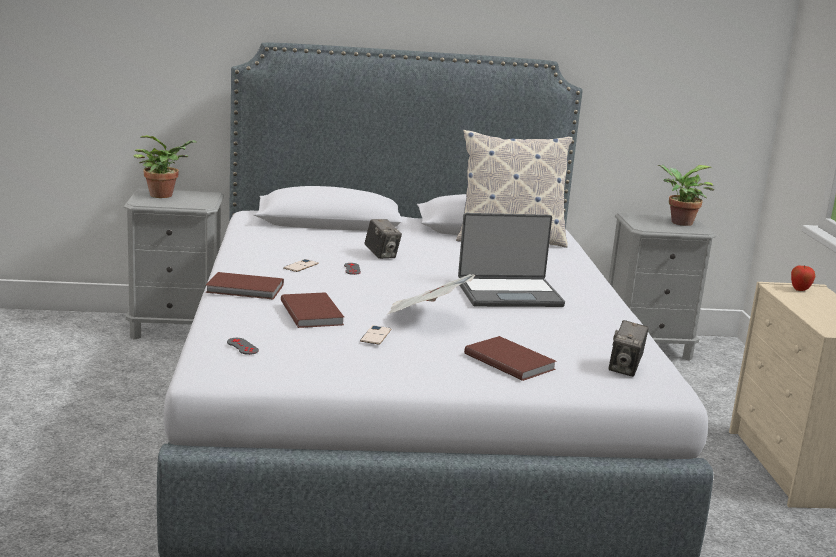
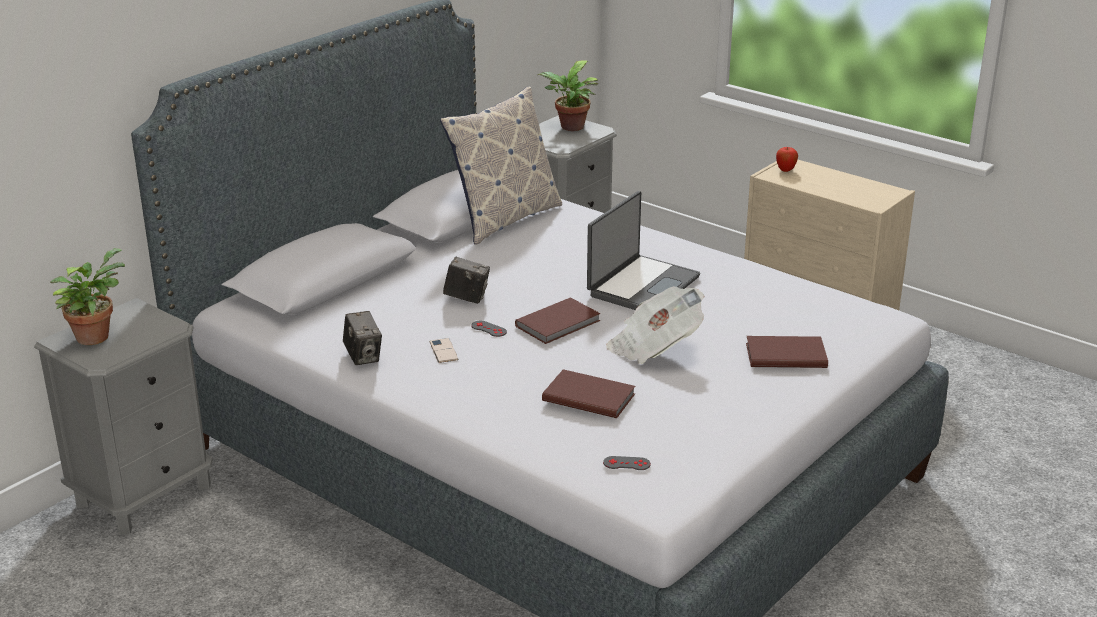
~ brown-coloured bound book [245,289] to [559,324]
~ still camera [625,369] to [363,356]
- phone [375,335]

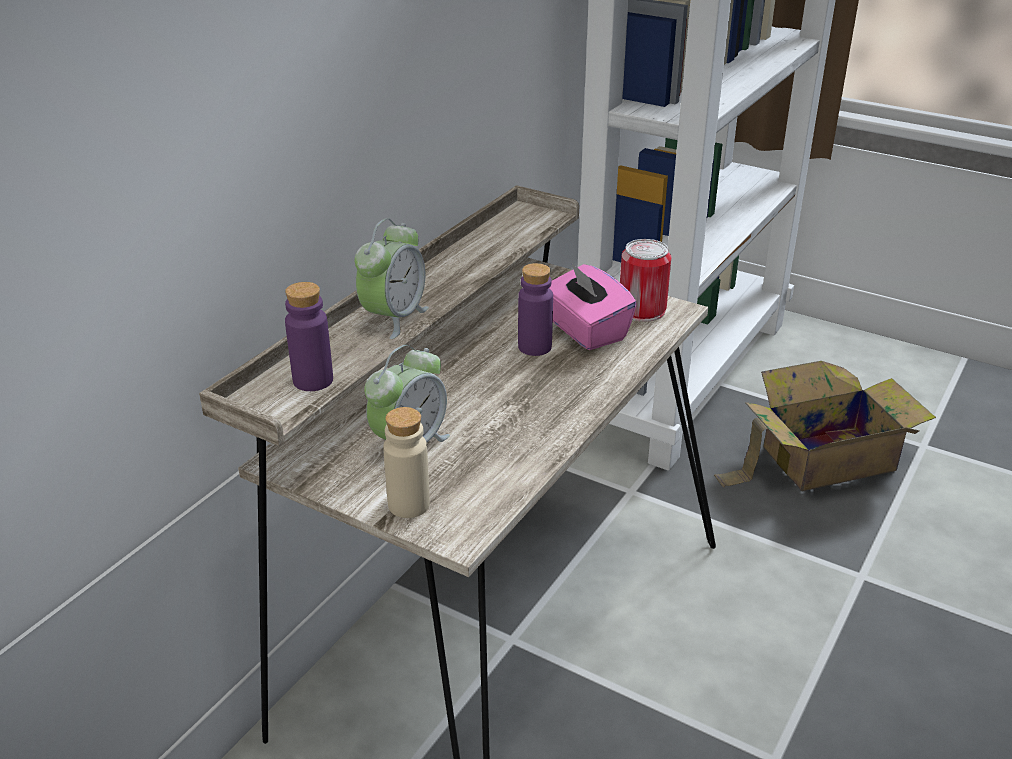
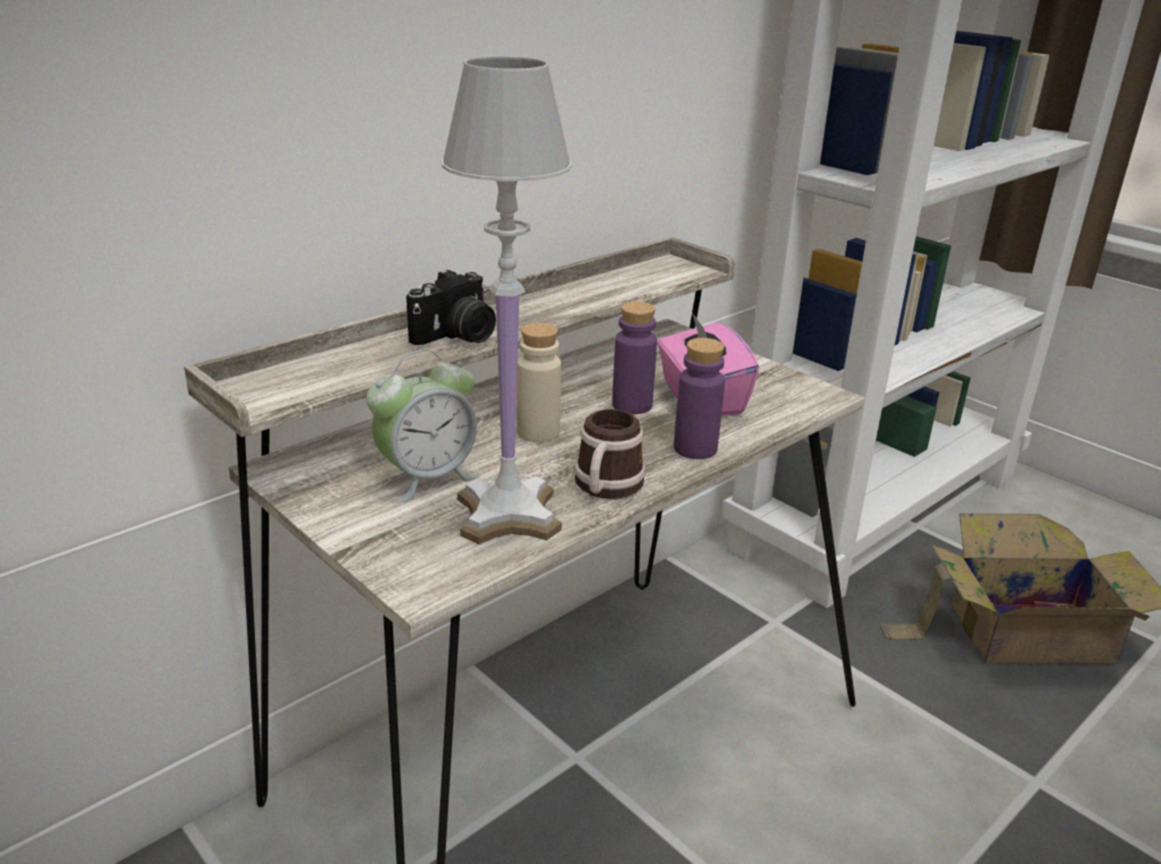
~ bedside clock [394,318] to still camera [457,336]
- can [642,310]
~ purple-coloured beverage bottle [313,380] to [695,448]
~ sand-coloured beverage bottle [408,504] to [538,432]
+ whitish table lamp [508,513]
+ coffee mug [605,488]

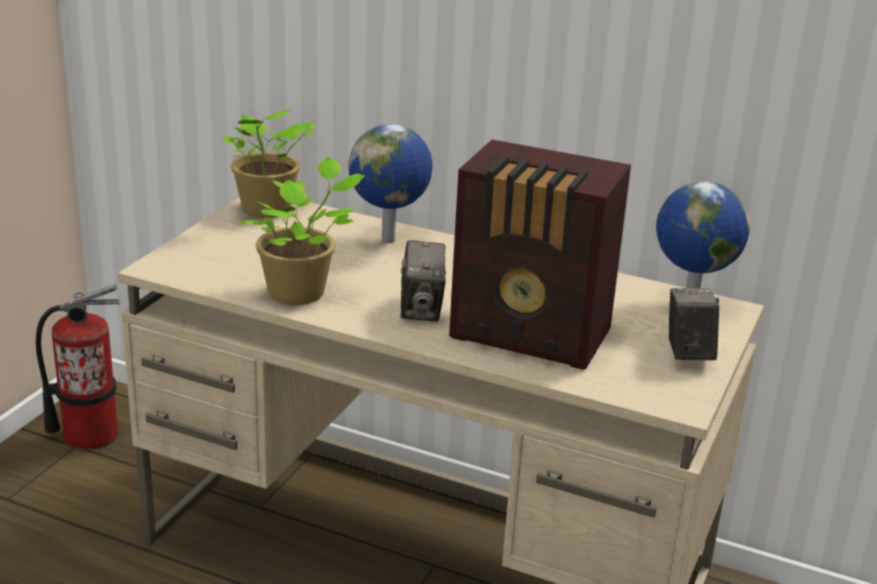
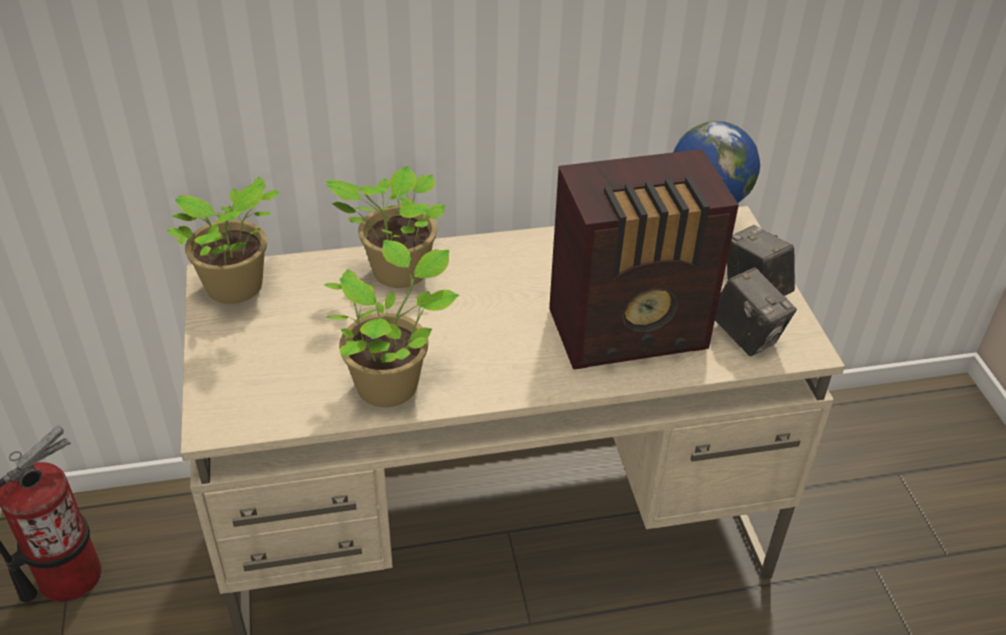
~ world globe [390,240] to potted plant [395,273]
~ still camera [421,310] to [746,336]

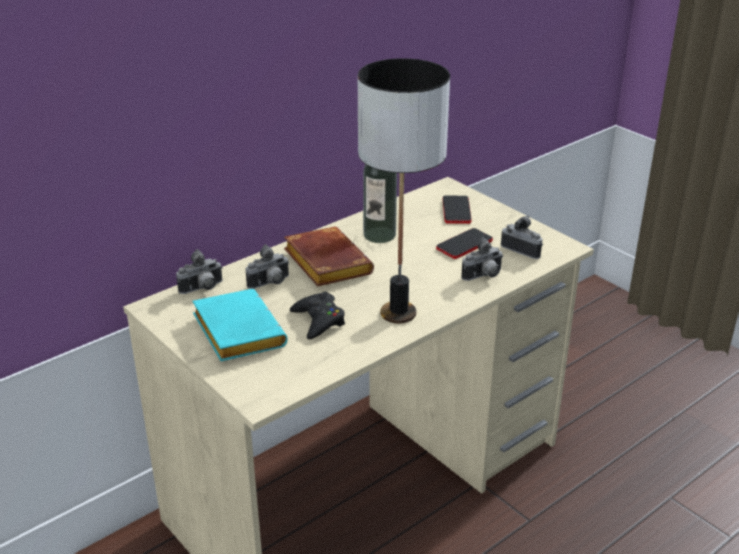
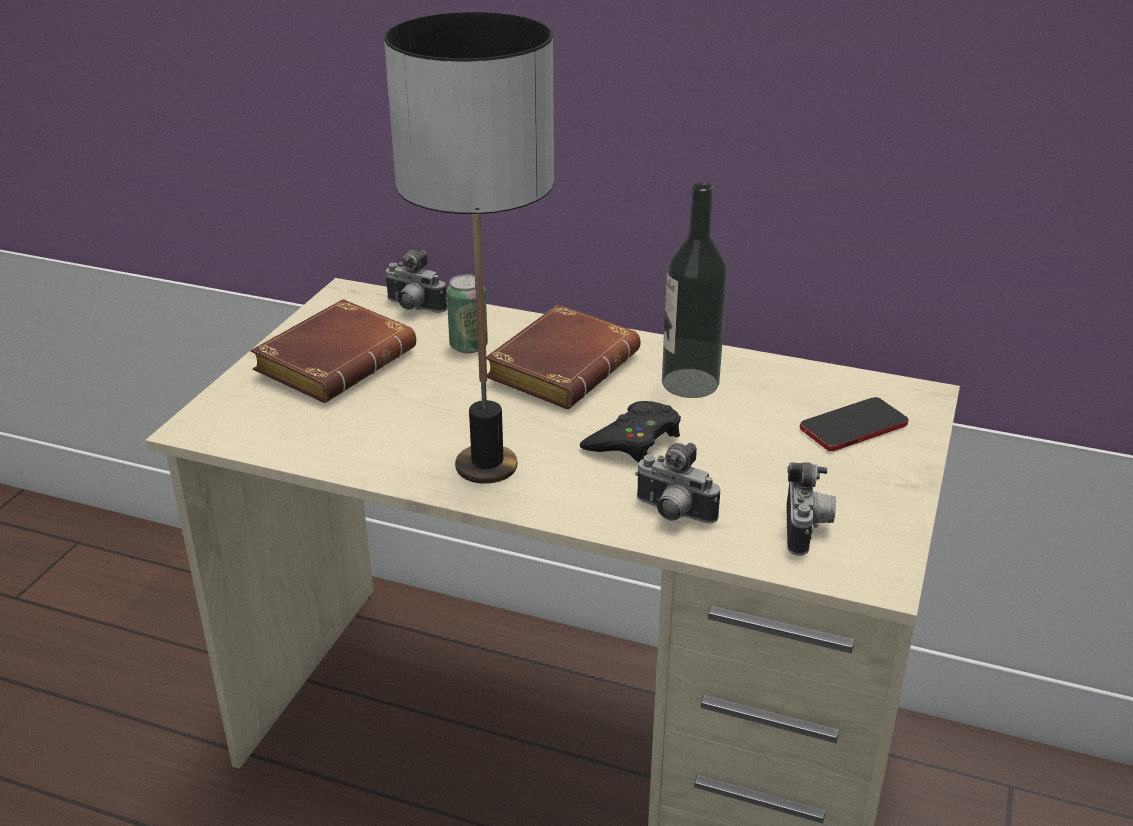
- phone [464,245]
~ still camera [270,284] to can [468,346]
~ turquoise-coloured bound book [235,331] to brown-coloured bound book [336,360]
~ black joypad [318,320] to [634,440]

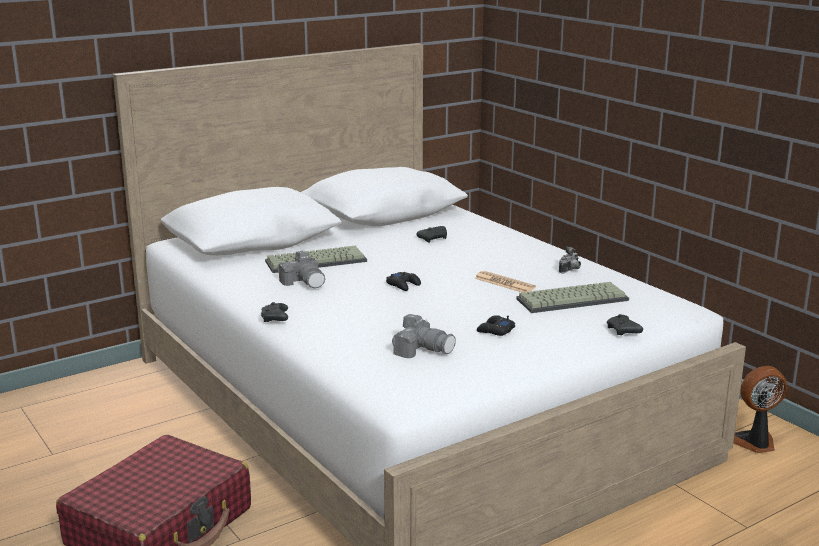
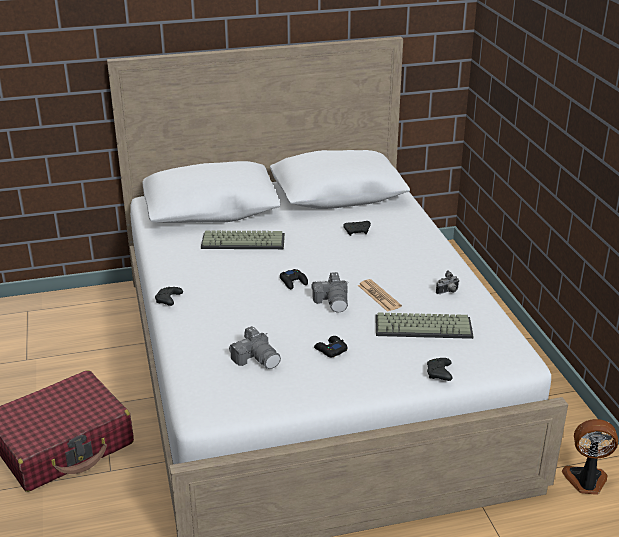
~ still camera [304,282] to [333,301]

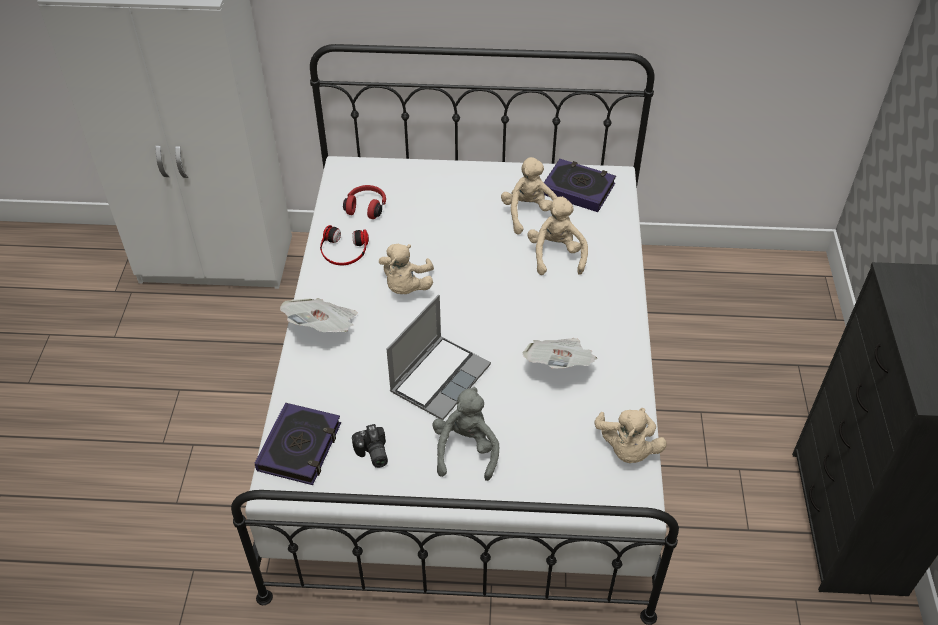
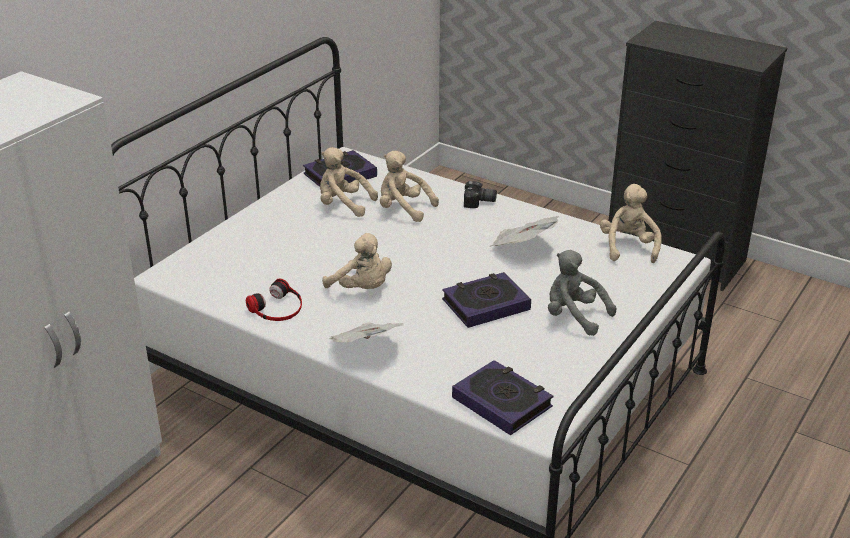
- red pair of headphones [366,207]
~ notebook computer [440,377] to bound book [485,305]
~ sand-coloured soft toy [627,449] = [628,247] 120 degrees counterclockwise
~ still camera [372,454] to [479,202]

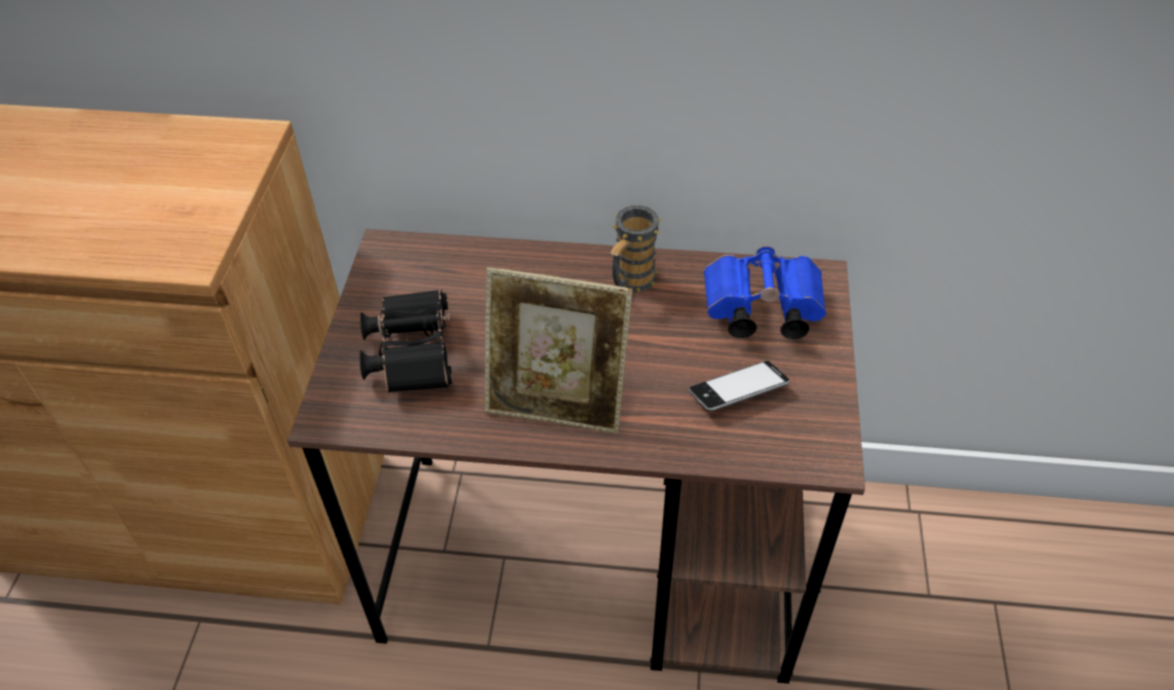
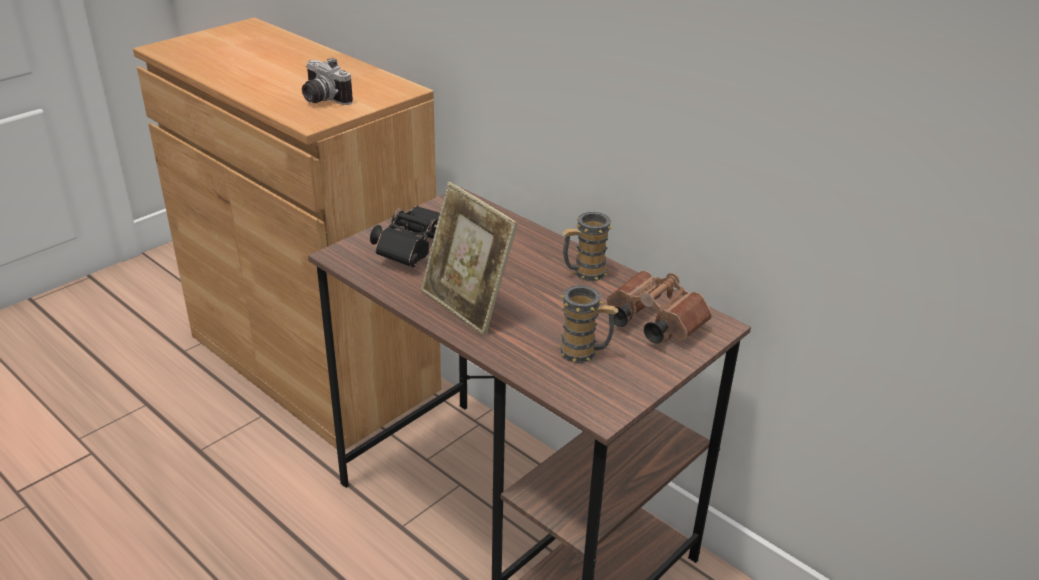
~ bluish pair of binoculars [758,311] to brown-coloured pair of binoculars [651,322]
~ phone [738,391] to coffee mug [584,353]
+ still camera [321,99]

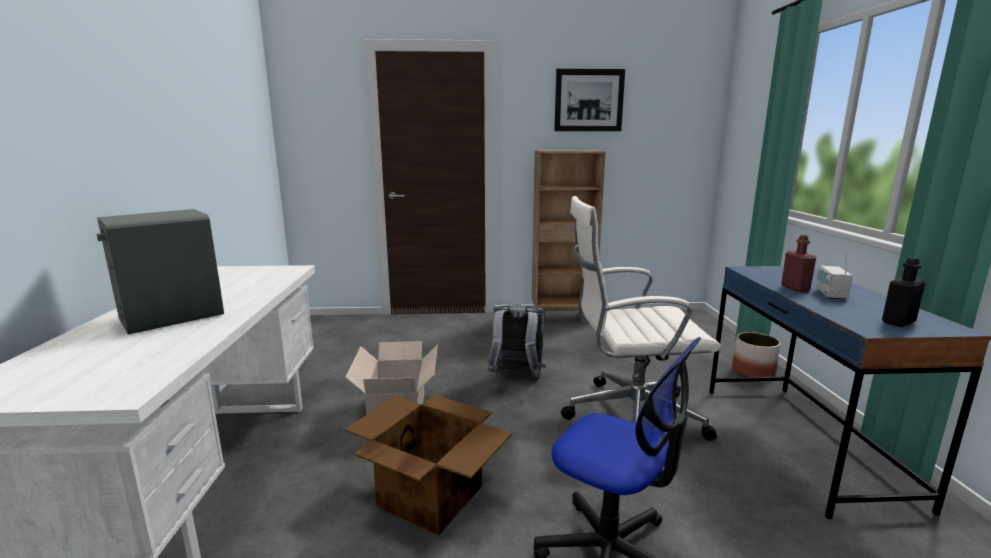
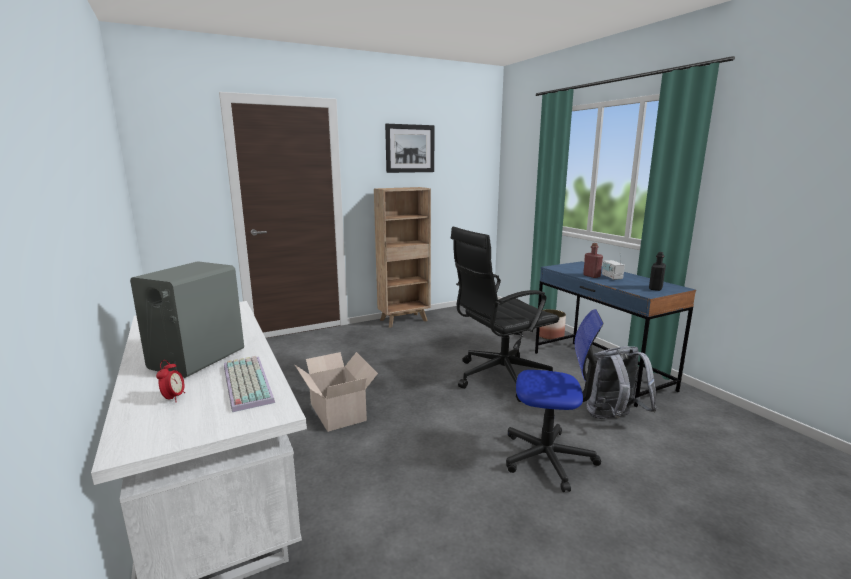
~ whitish office chair [629,416] to black office chair [499,377]
~ gray backpack [516,381] to [613,418]
- carton [429,495]
+ PC keyboard [245,383]
+ bedside clock [174,398]

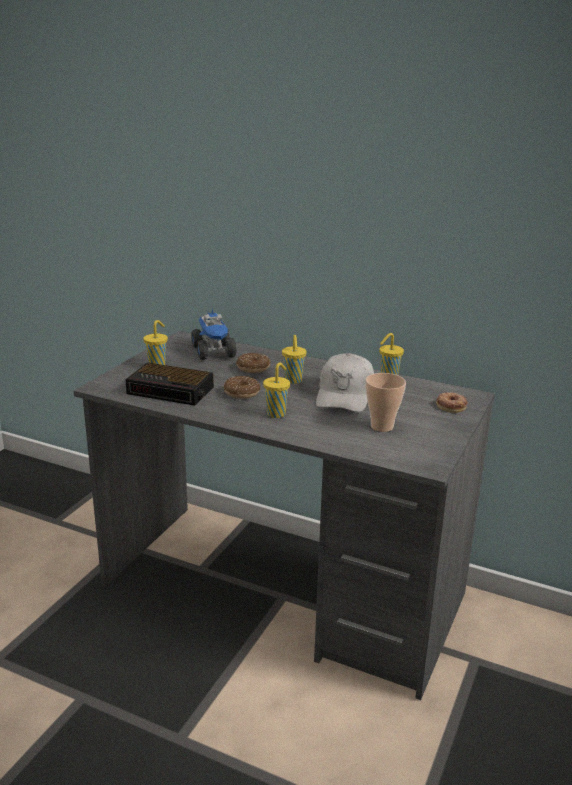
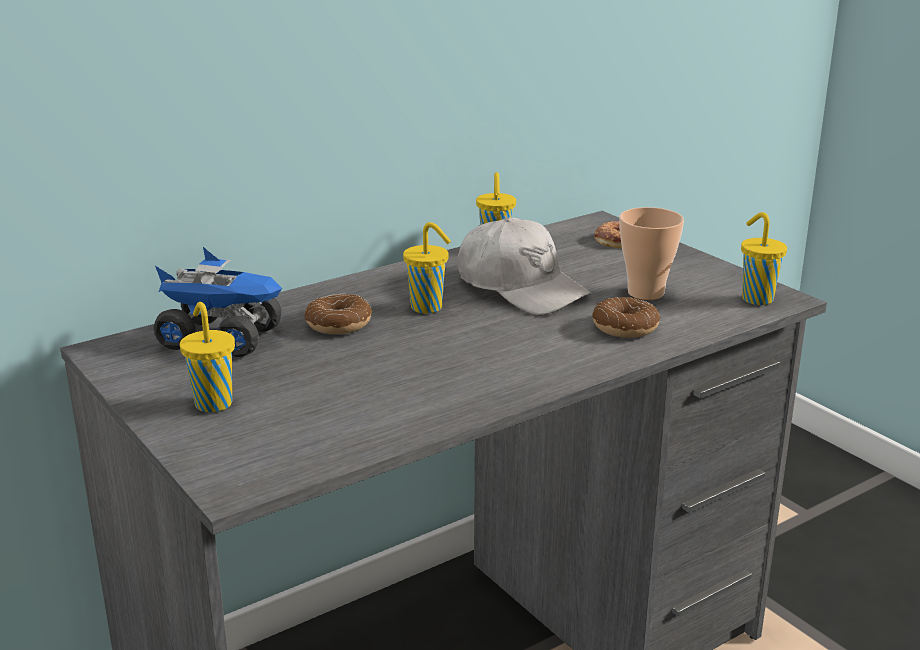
- bedside clock [172,390]
~ yellow drinking cup [277,413] to [756,298]
~ donut [241,393] to [625,327]

